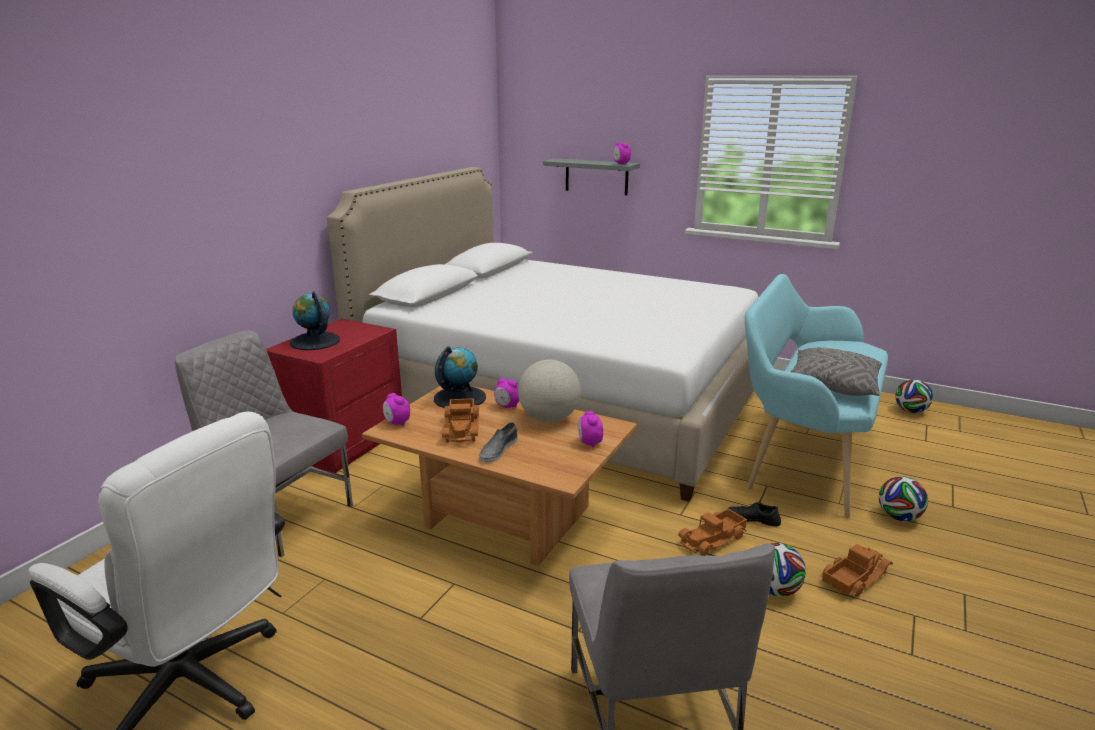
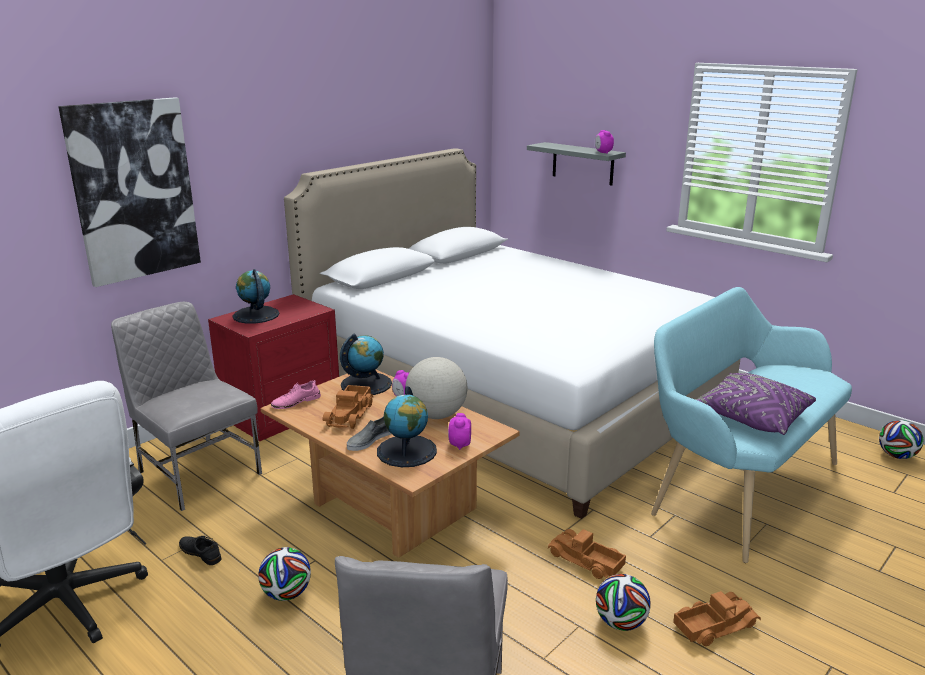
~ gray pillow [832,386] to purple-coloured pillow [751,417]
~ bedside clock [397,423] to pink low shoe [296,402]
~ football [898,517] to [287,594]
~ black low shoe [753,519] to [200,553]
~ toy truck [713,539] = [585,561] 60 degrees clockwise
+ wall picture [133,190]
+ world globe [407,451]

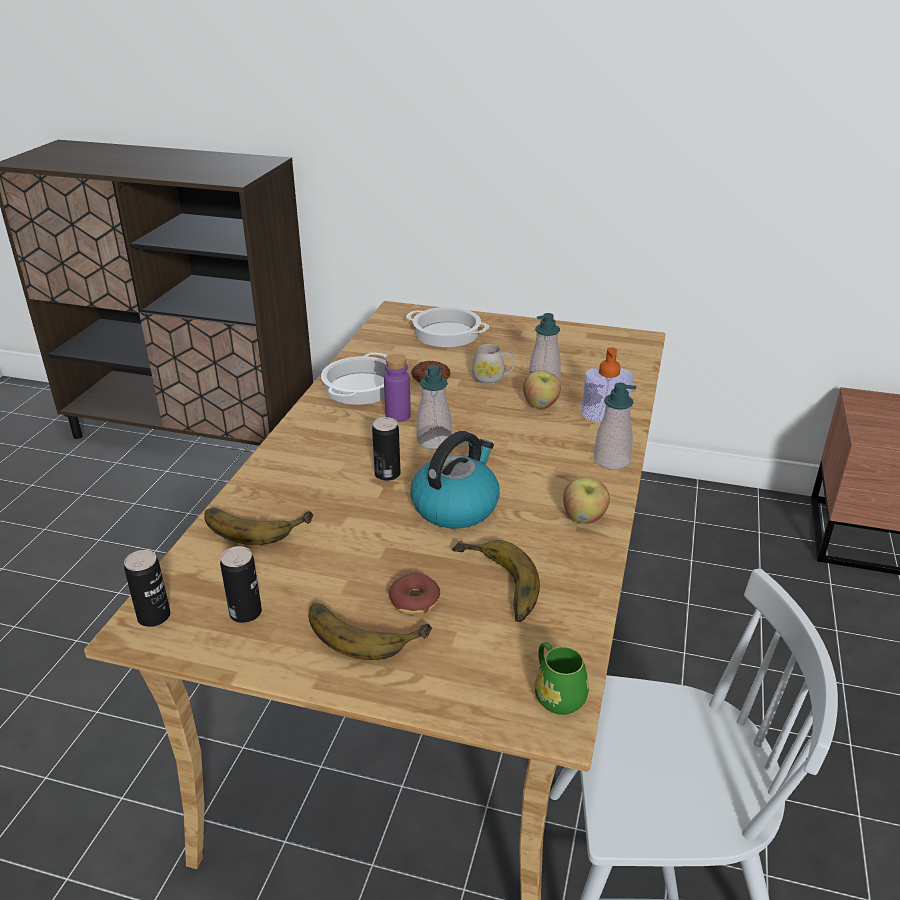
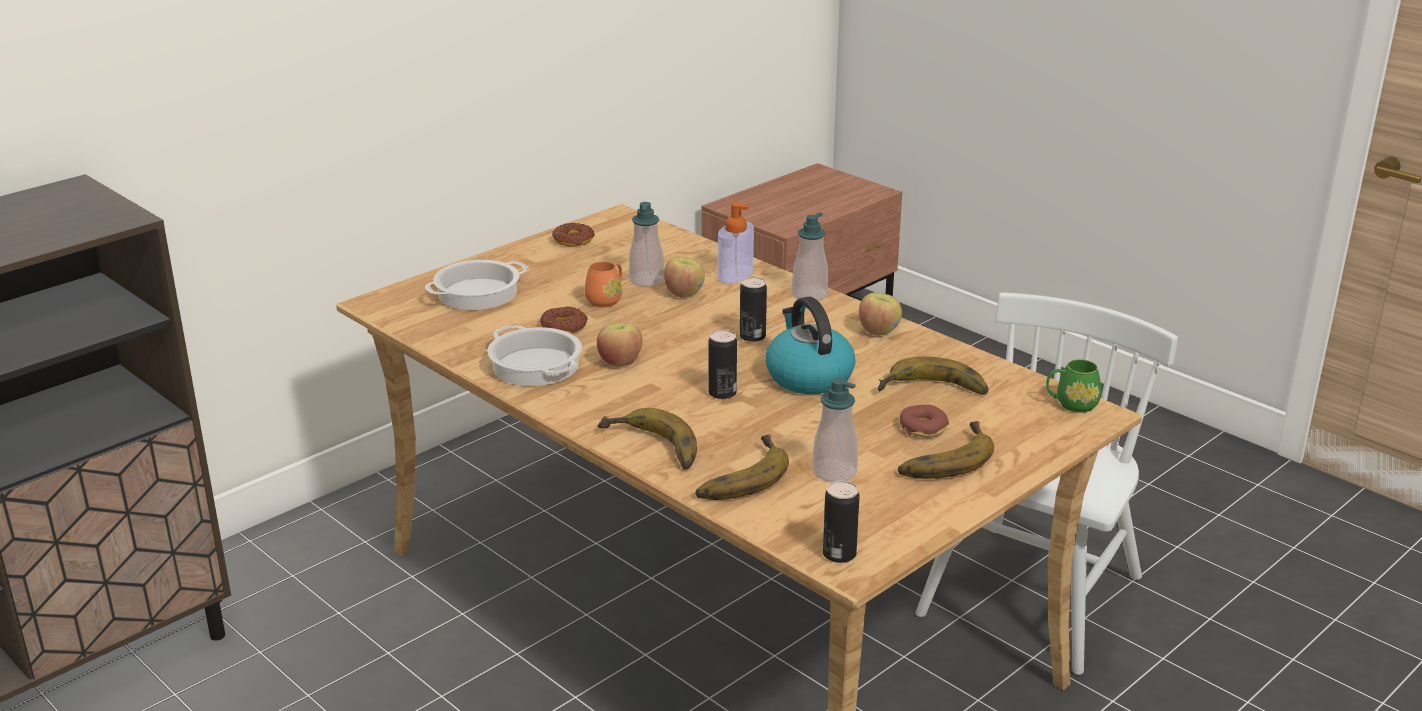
~ whitish coffee mug [492,379] to orange-coloured coffee mug [606,299]
~ purple-coloured beverage bottle [398,416] to whole apple [620,362]
~ liquid soap bottle [434,441] to [834,472]
~ can [245,613] to [752,337]
+ donut [573,240]
+ banana fruit [649,449]

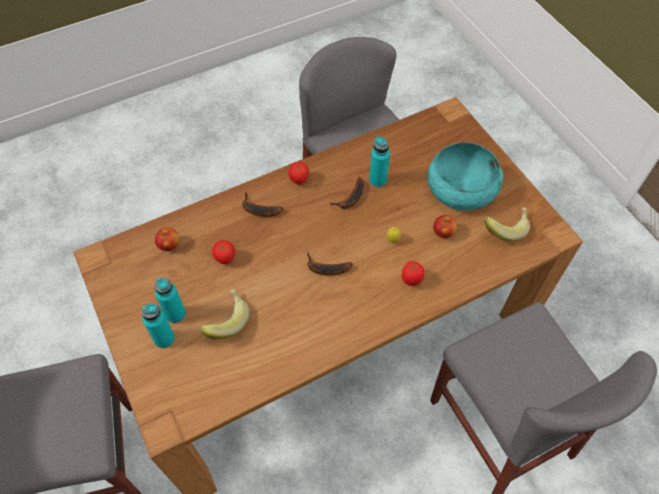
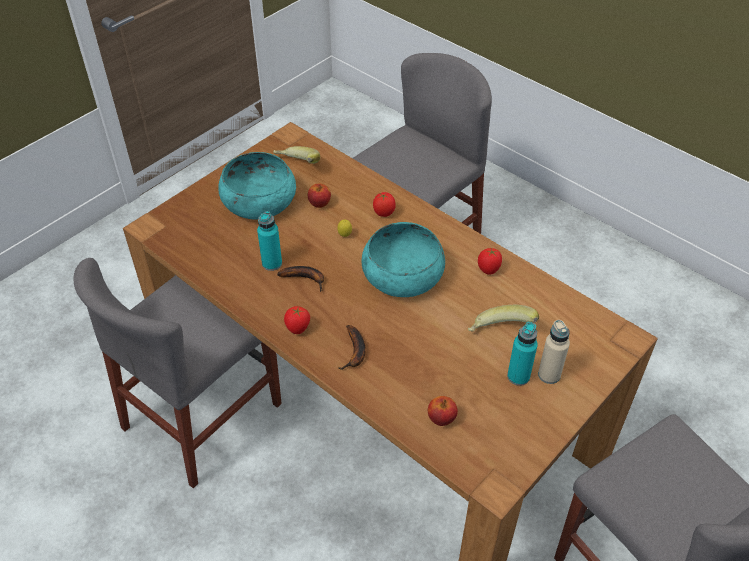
~ whole tomato [225,259] to [488,270]
~ banana fruit [325,269] to turquoise-coloured serving bowl [402,275]
~ turquoise-coloured beverage bottle [164,339] to sand-coloured beverage bottle [549,374]

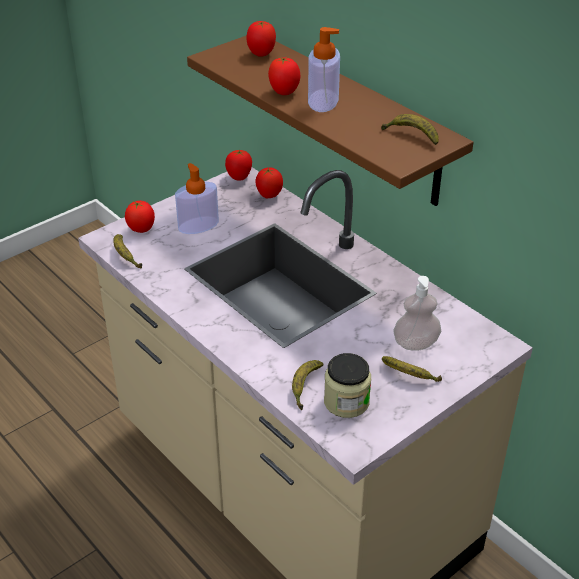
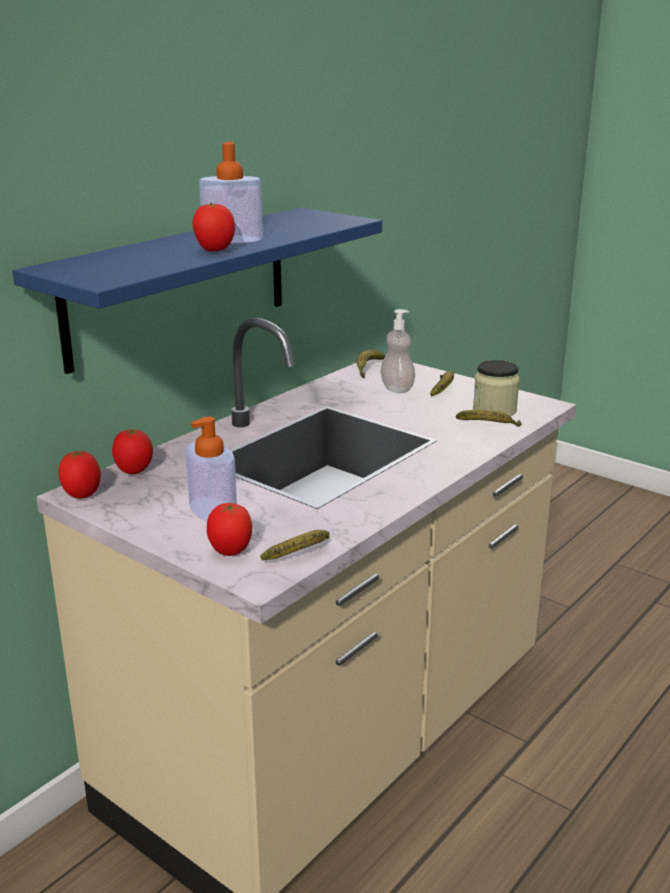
- whole tomato [261,54]
~ brown-coloured bracket shelf [353,119] to bluish bracket shelf [180,285]
~ banana fruit [411,135] to [368,369]

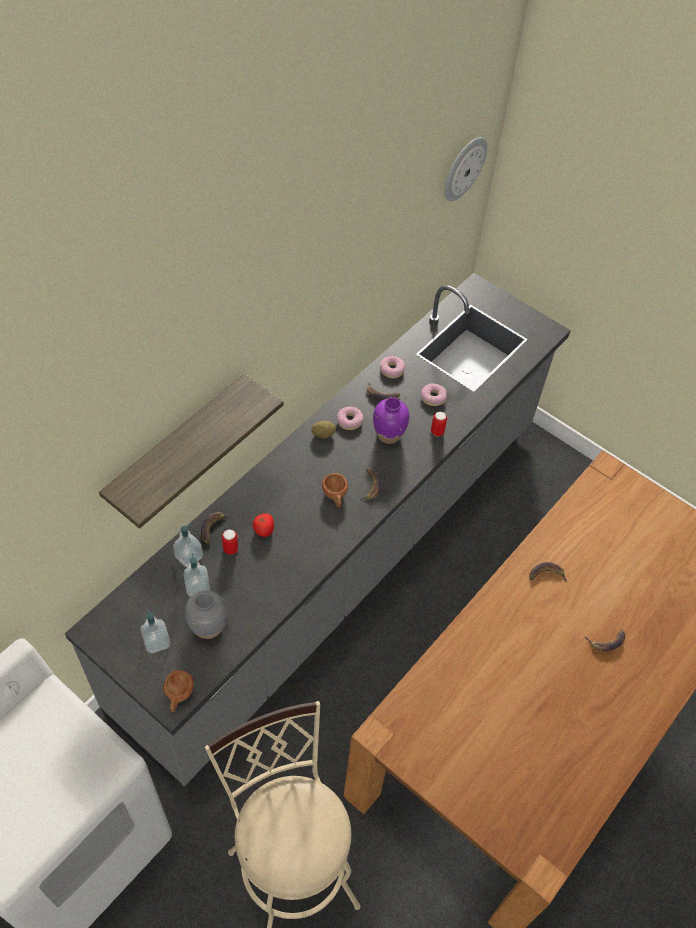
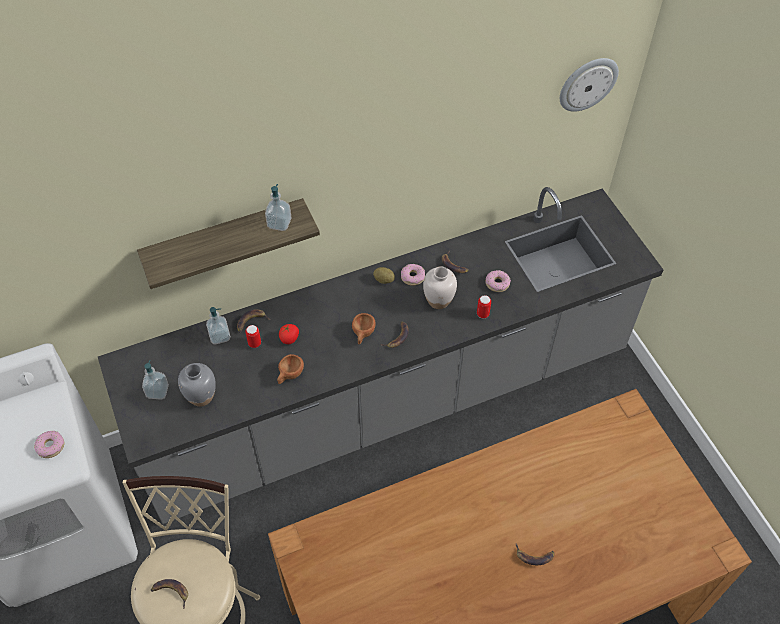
~ donut [392,370] to [50,446]
~ purple-coloured decorative vase [388,435] to whitish decorative vase [438,301]
~ liquid soap bottle [197,587] to [279,223]
~ banana fruit [546,574] to [171,592]
~ brown-coloured drinking cup [178,696] to [289,375]

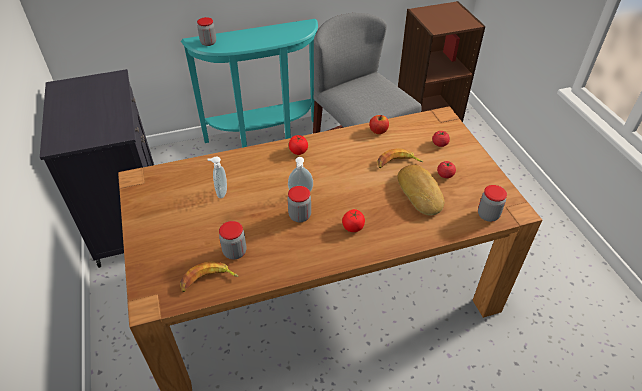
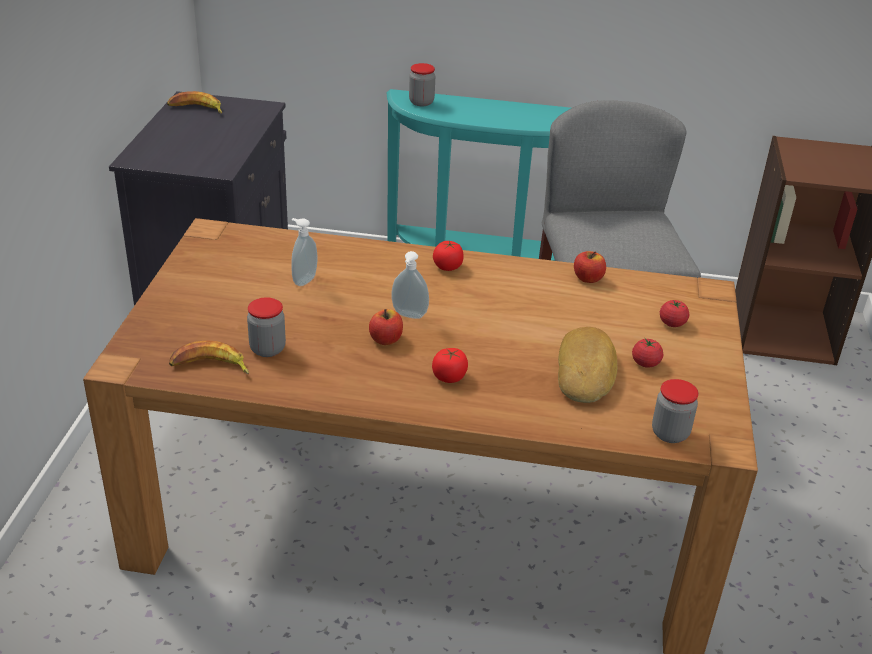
~ banana fruit [397,163] to [196,109]
~ storage jar [300,216] to whole apple [386,339]

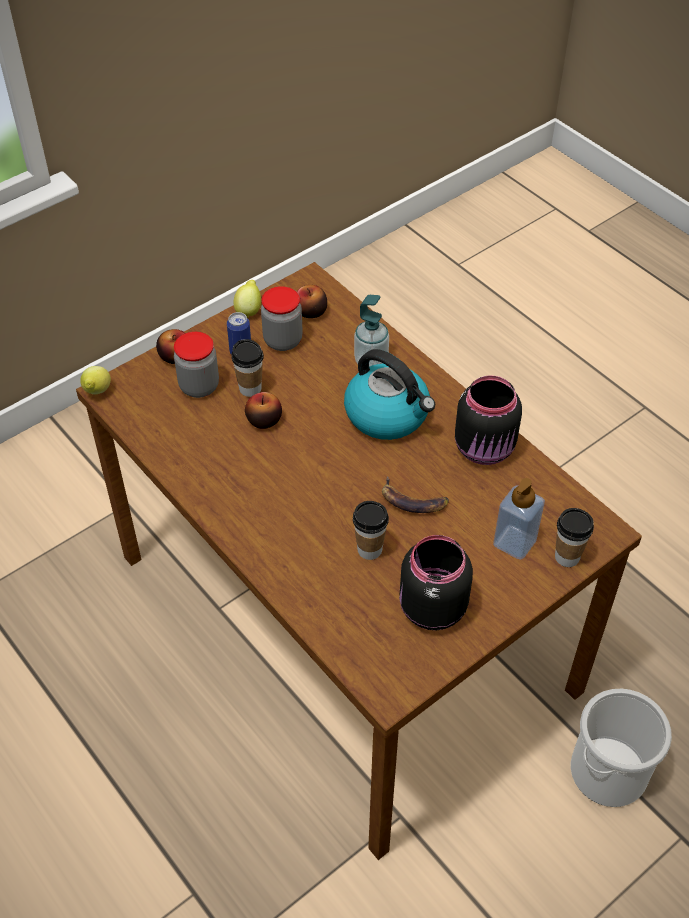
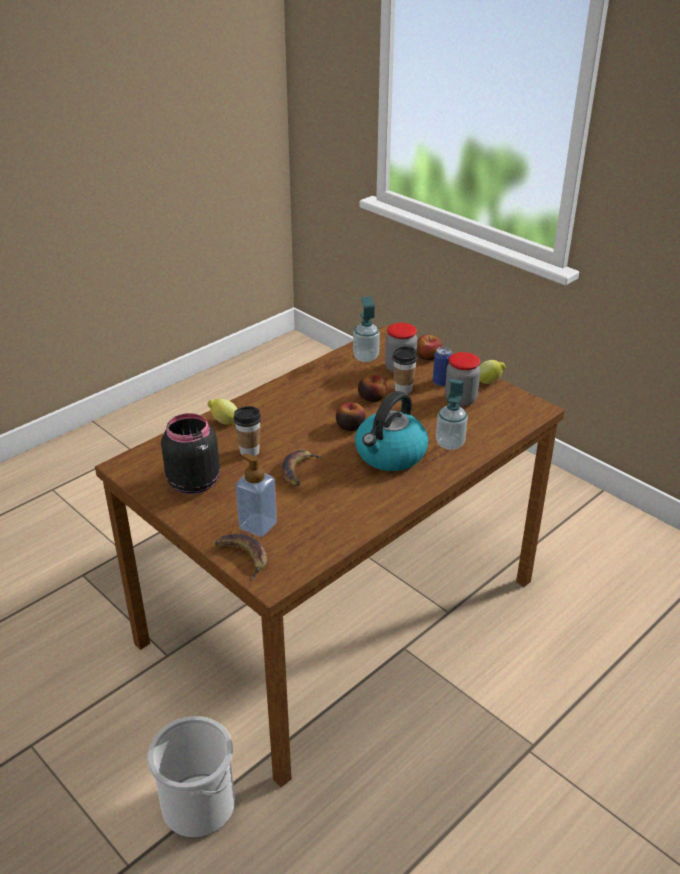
~ whole apple [310,311] to [350,426]
~ whole lemon [97,392] to [224,422]
- black storage jar [485,449]
~ drinking cup [567,557] to banana fruit [243,556]
+ liquid soap bottle [366,357]

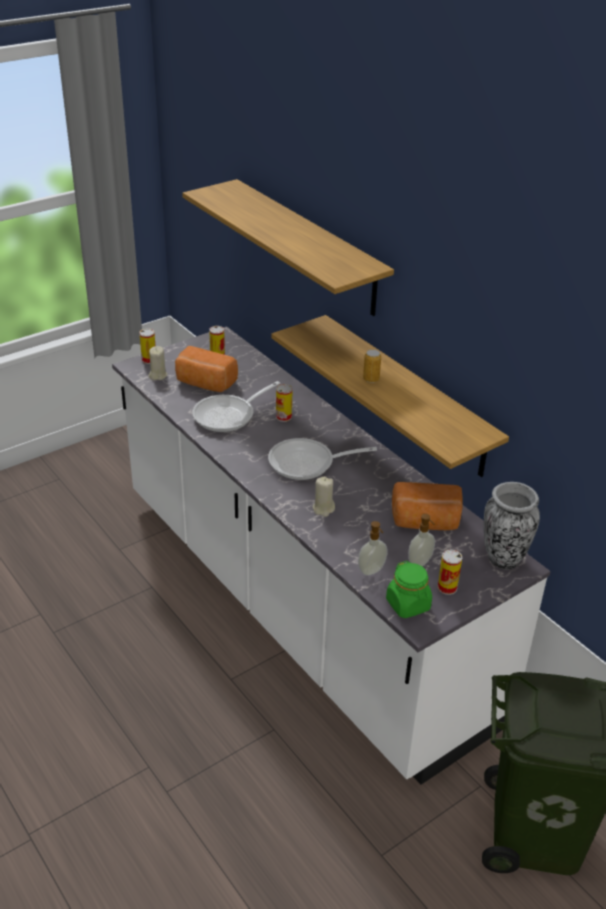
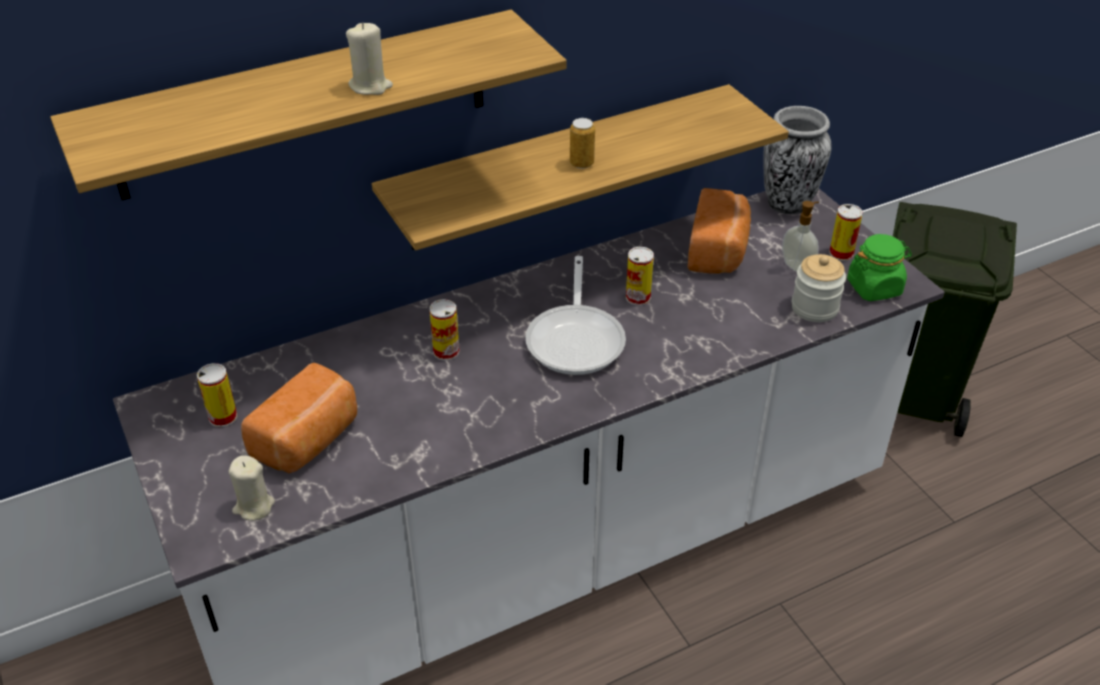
~ can [149,360] to [638,297]
- skillet [229,415]
~ sand-coloured wax light [323,509] to [370,86]
~ liquid soap bottle [372,571] to storage jar [814,308]

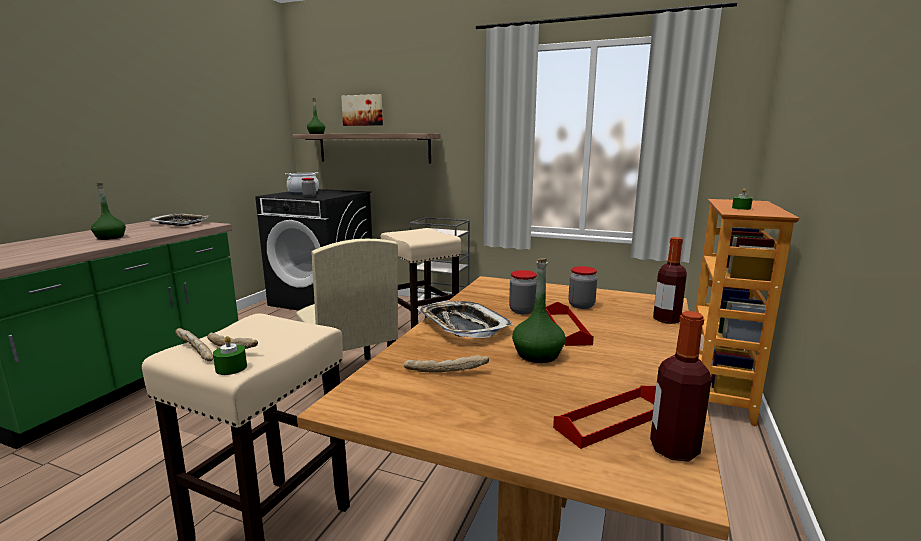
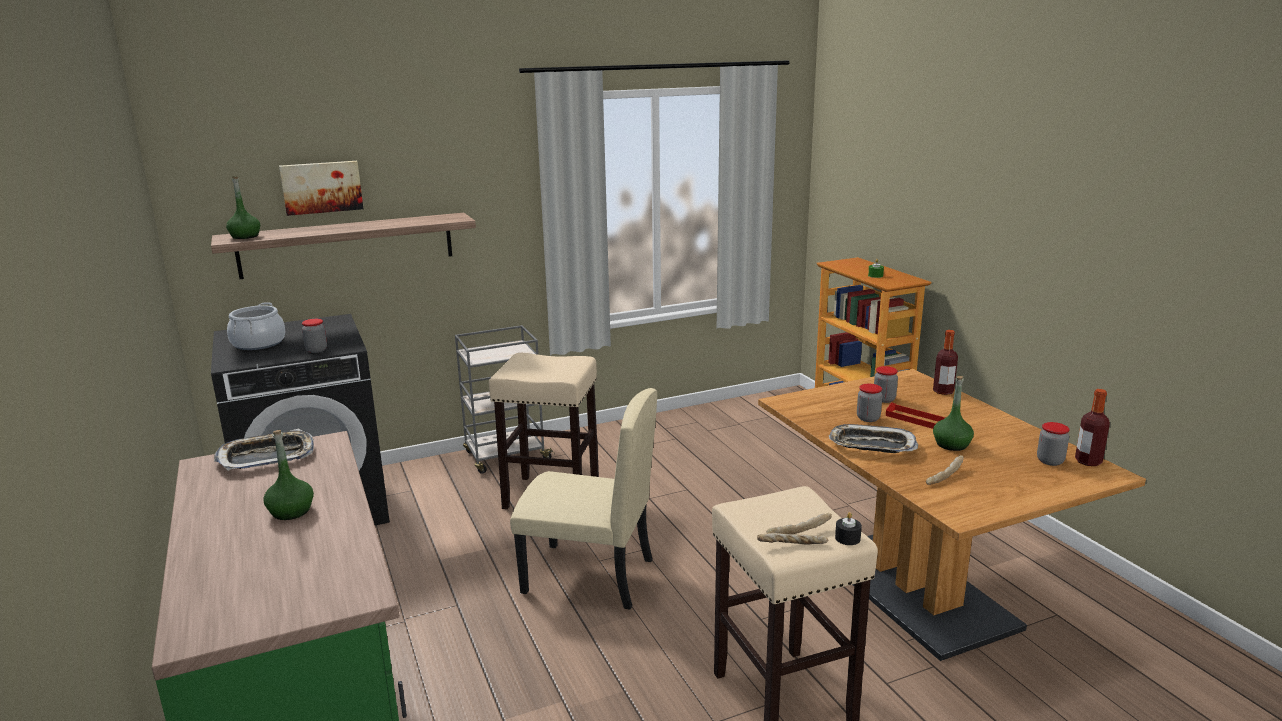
~ green-coloured wax light [231,368] to black wax light [847,538]
~ red tray [613,420] to storage jar [1050,461]

